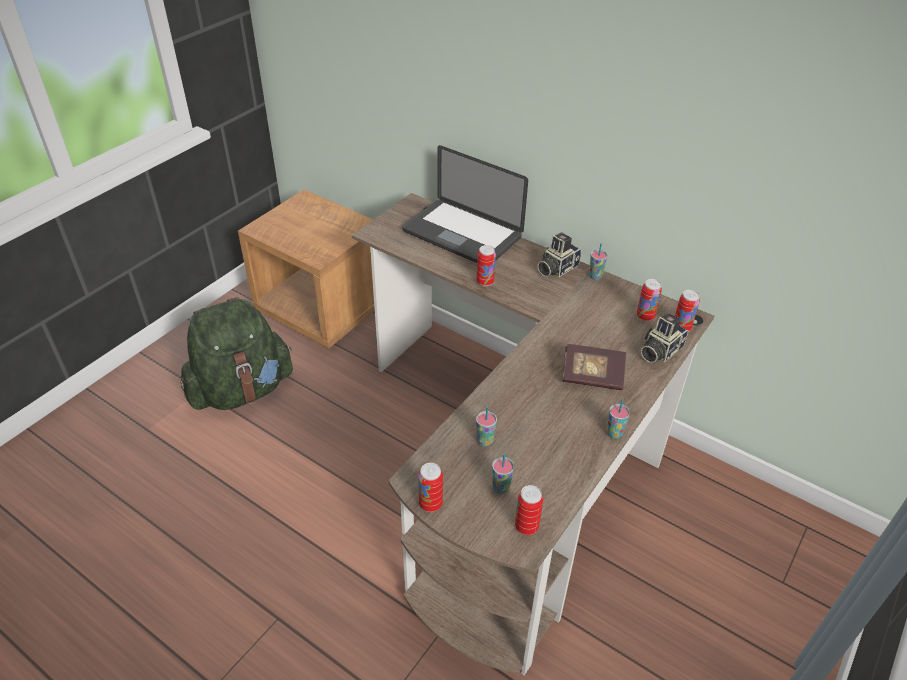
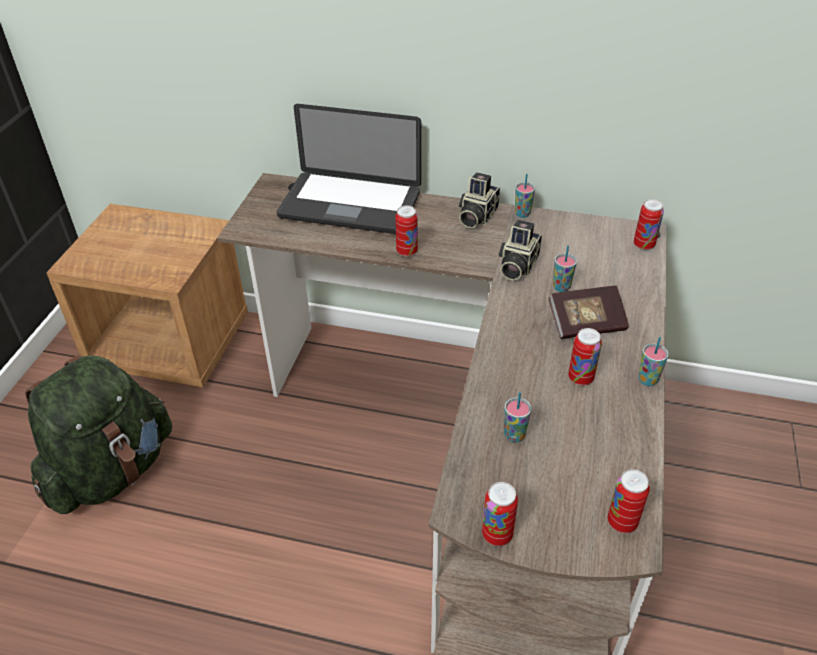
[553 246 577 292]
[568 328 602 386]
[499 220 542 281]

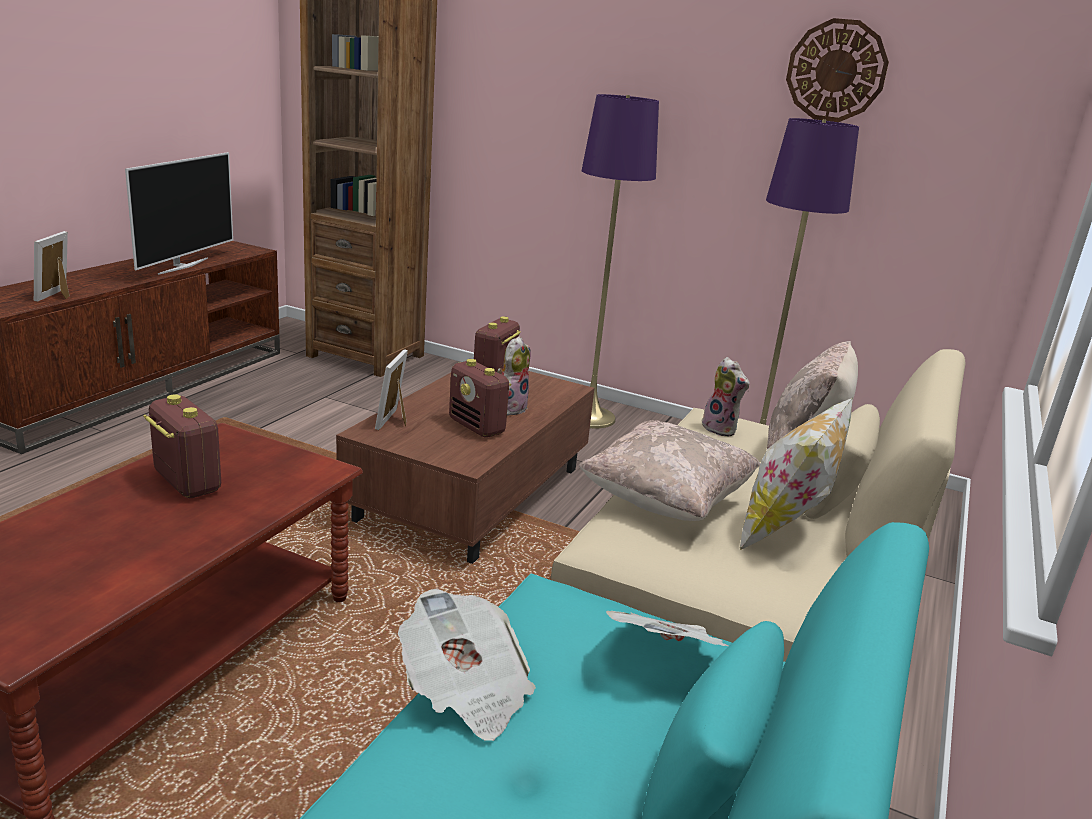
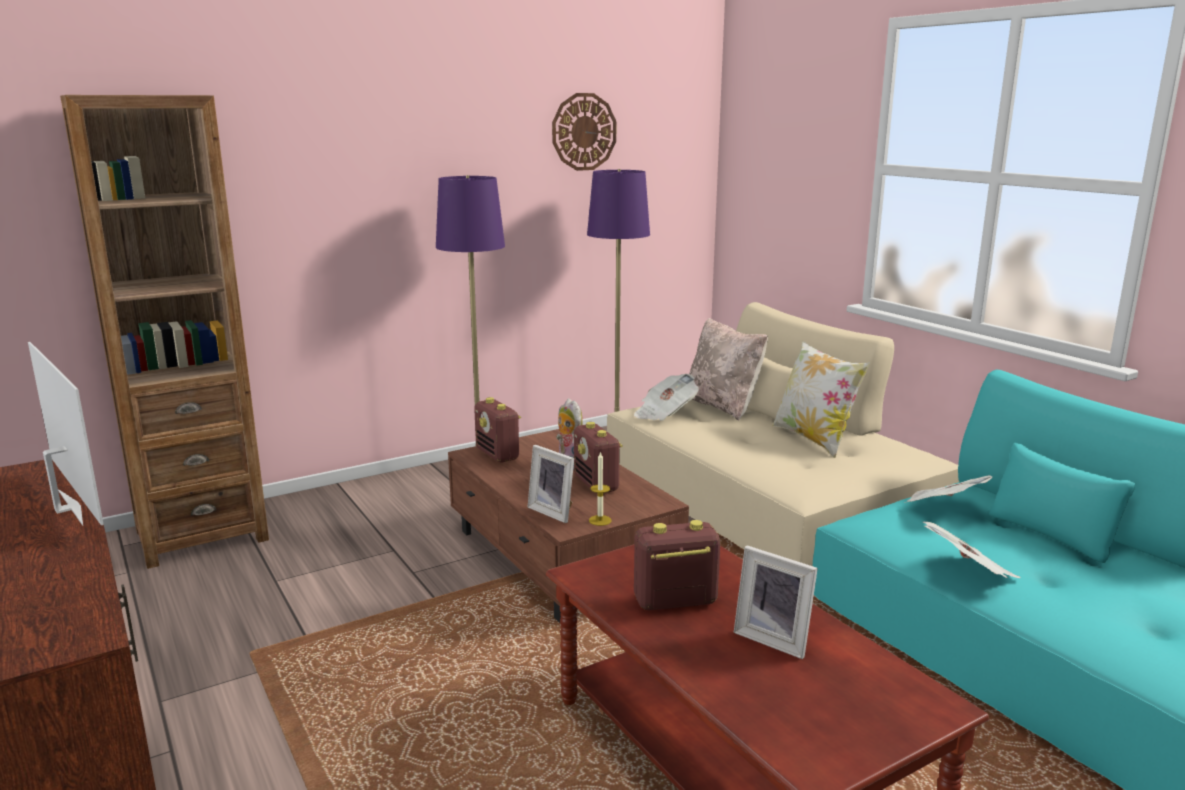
[734 545 818 659]
[574 422 623 493]
[578 420 760 521] (first image)
[634 374 699 421]
[589 451 612 526]

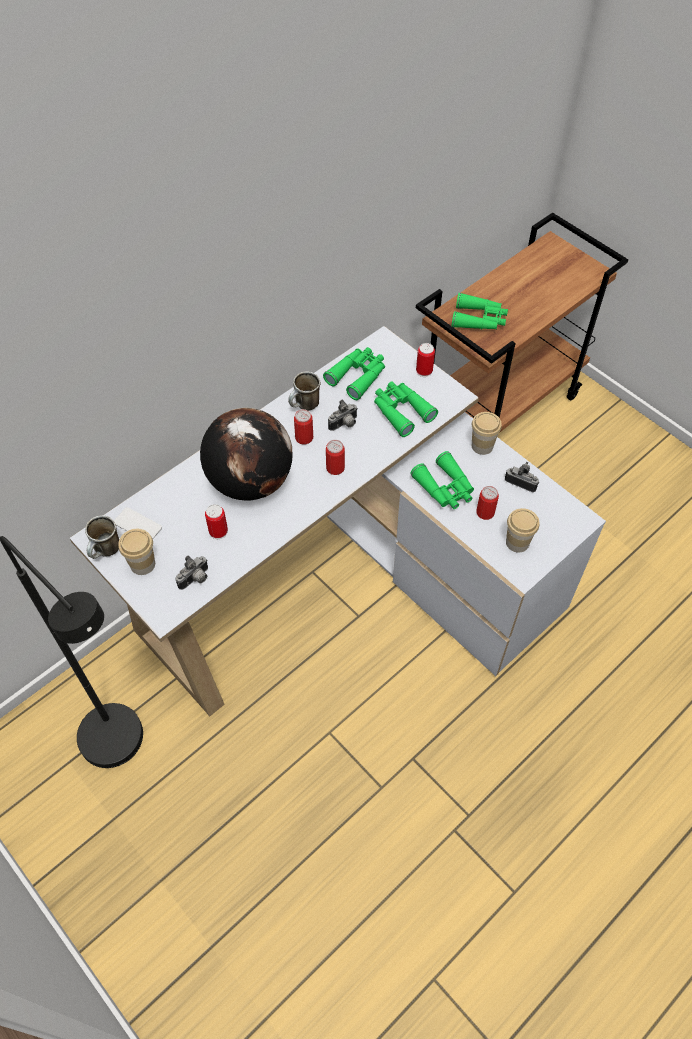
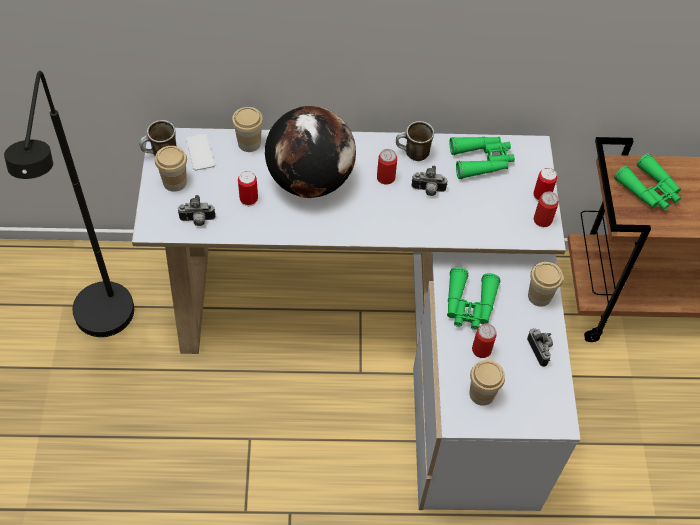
[534 191 559 227]
[374 381 438 437] (first image)
[232 107 263 152]

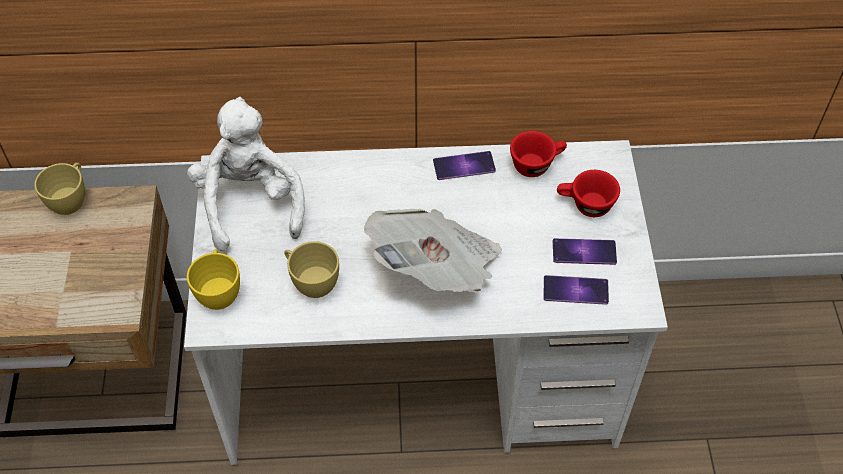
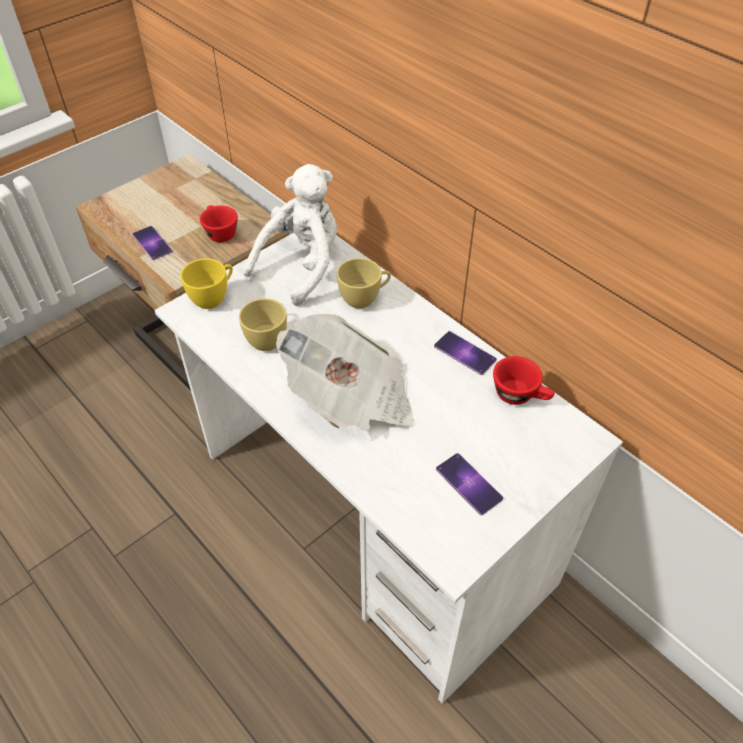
[337 258 391 309]
[132 226 173 260]
[200 205 238 242]

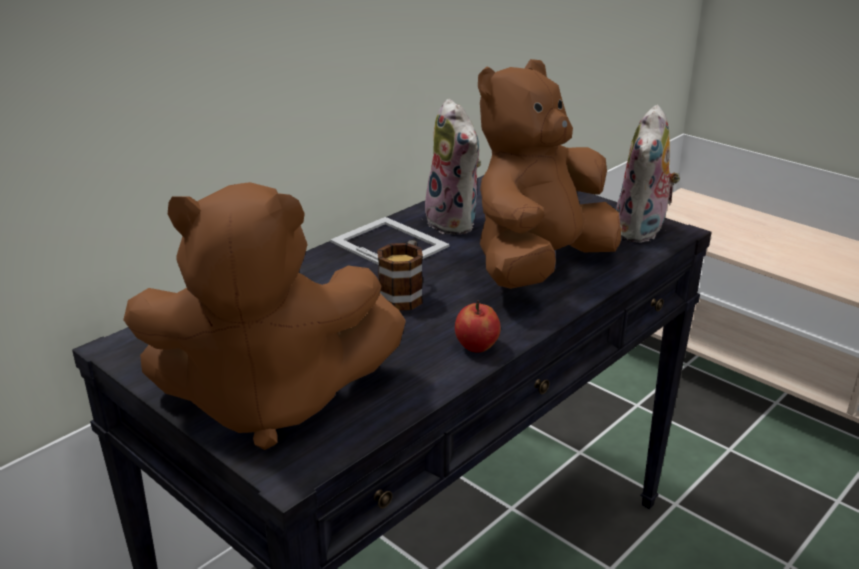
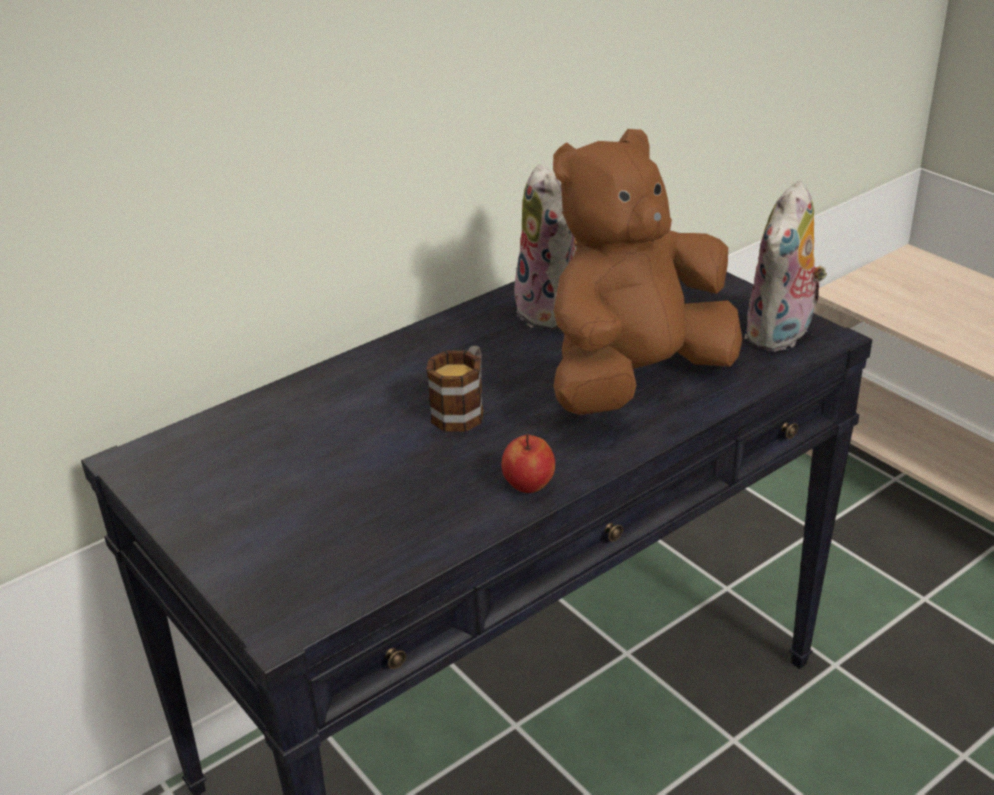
[123 182 406 450] (first image)
[330 217 449 265] (first image)

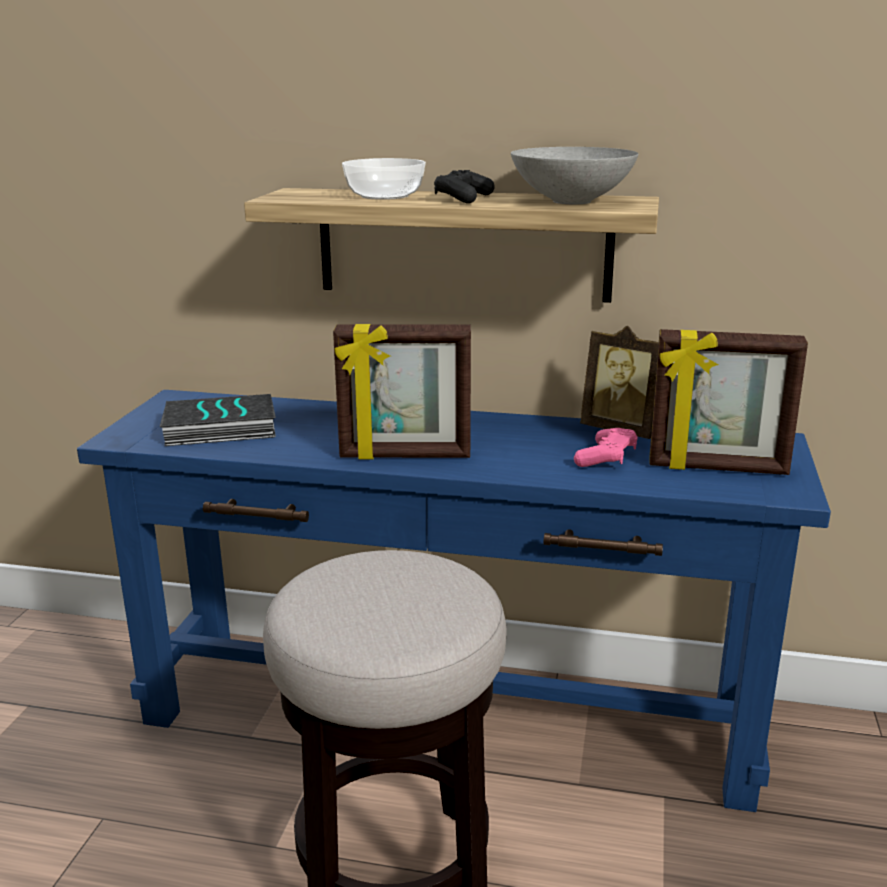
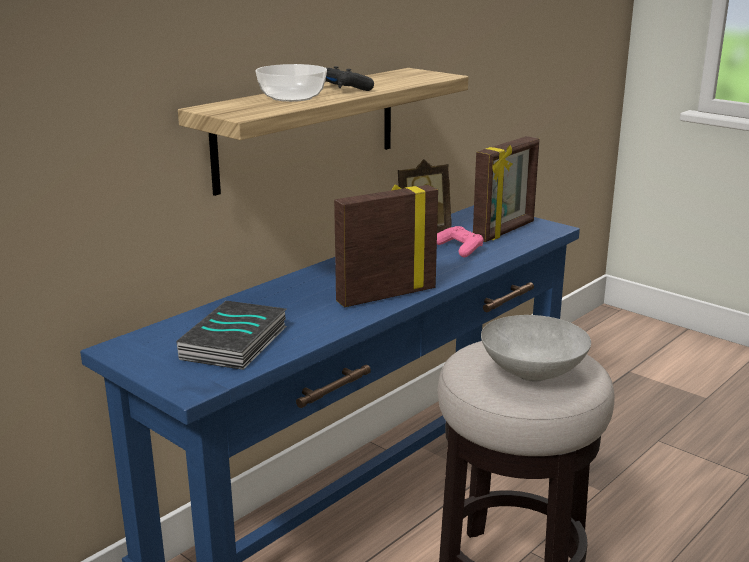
[334 184 438 307]
[481 315 591 382]

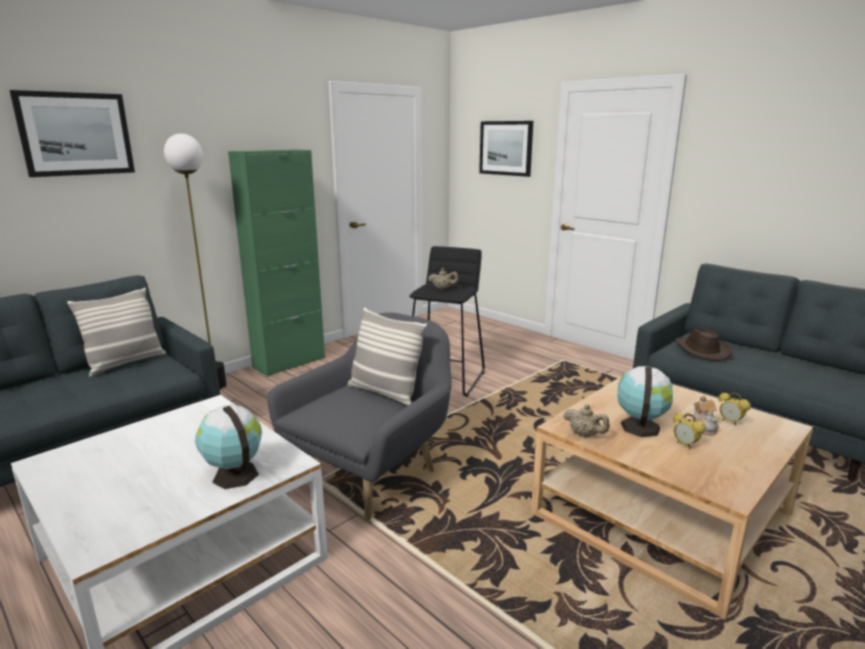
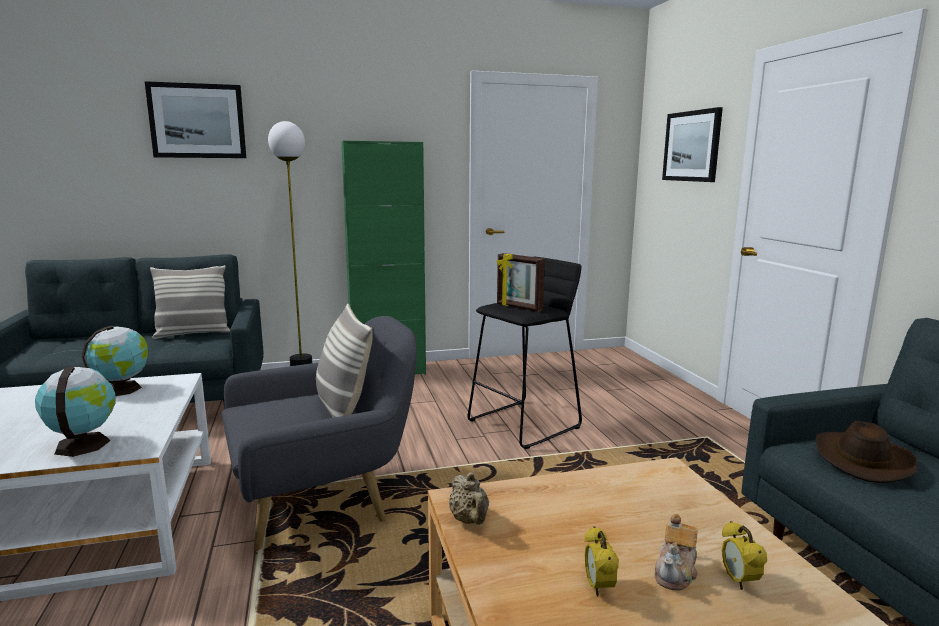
[497 253 545 312]
[81 325 148 396]

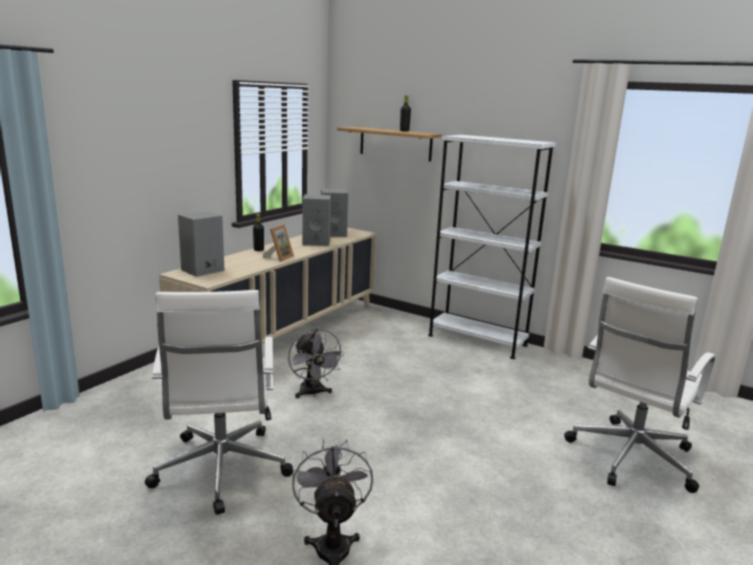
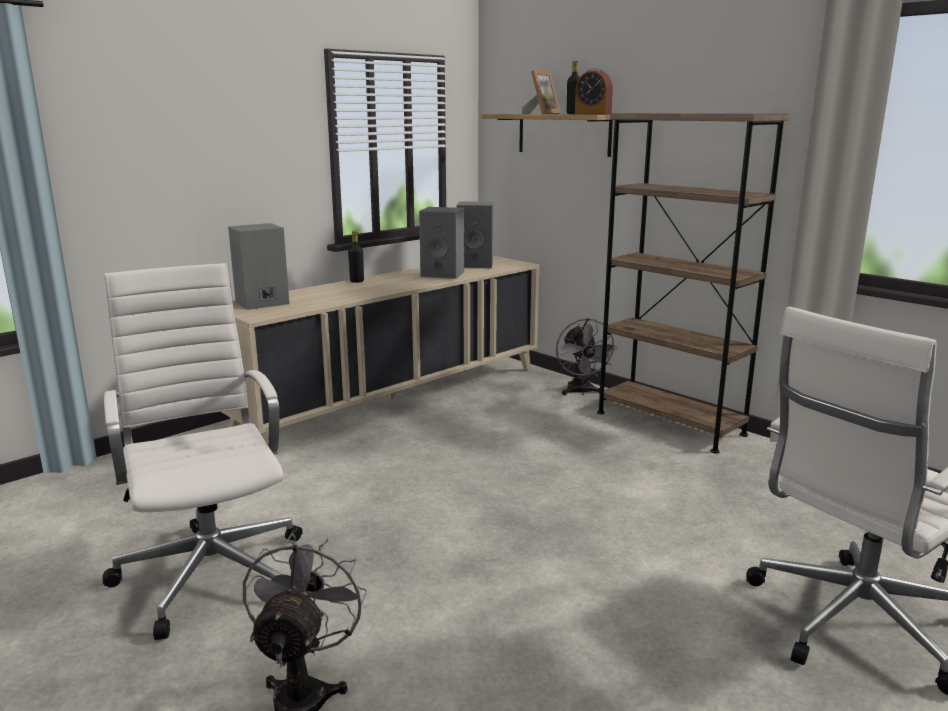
[103 263 302 640]
[522 70 560 114]
[556 318 617 395]
[597 113 789 454]
[575 68 613 115]

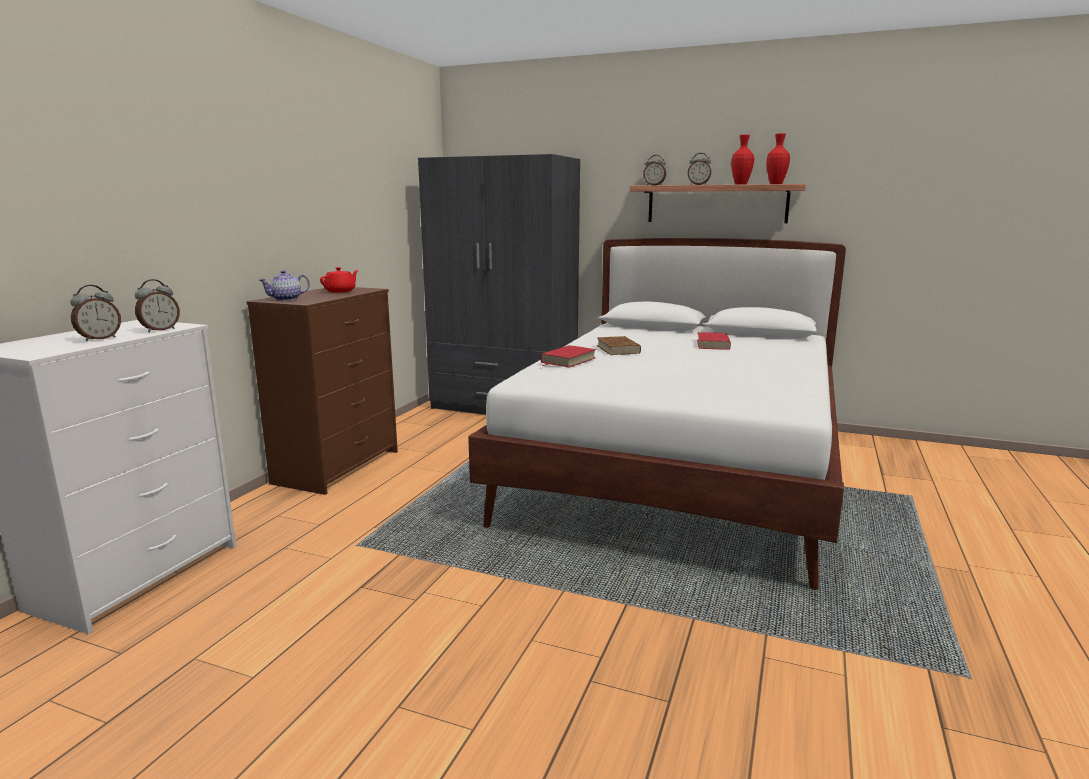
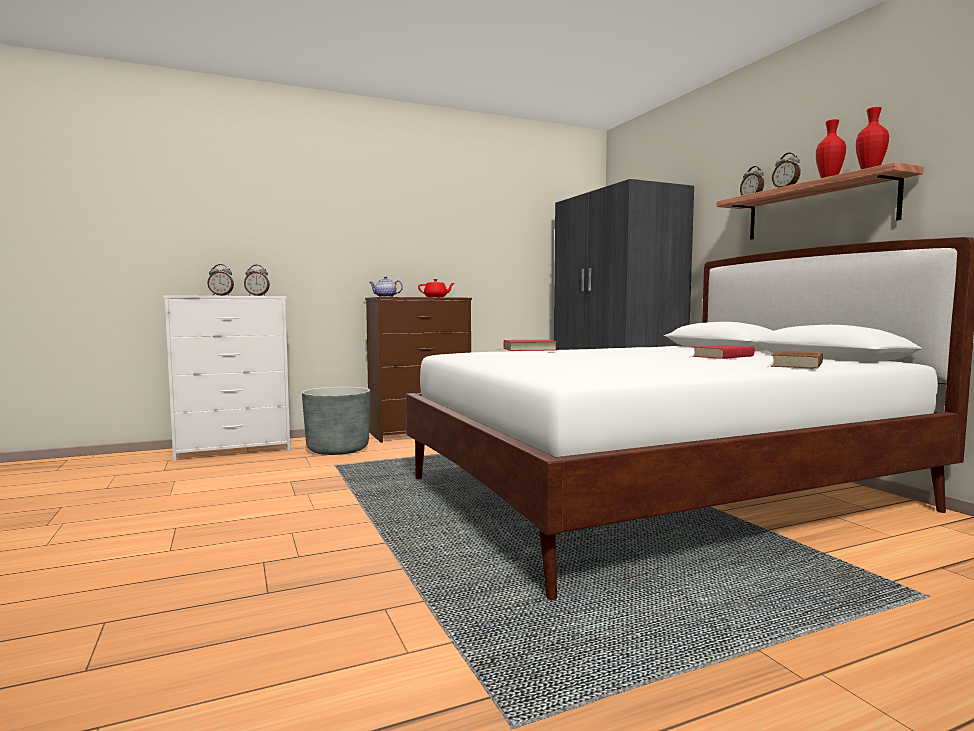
[771 351 823 369]
[302 386 370 455]

